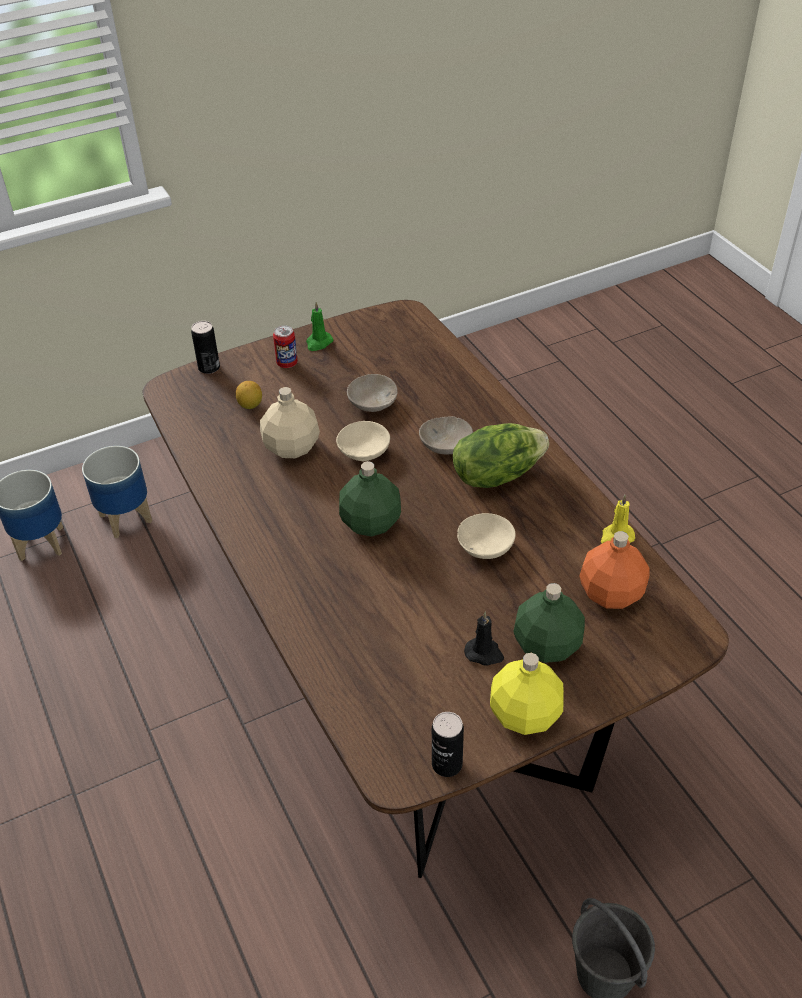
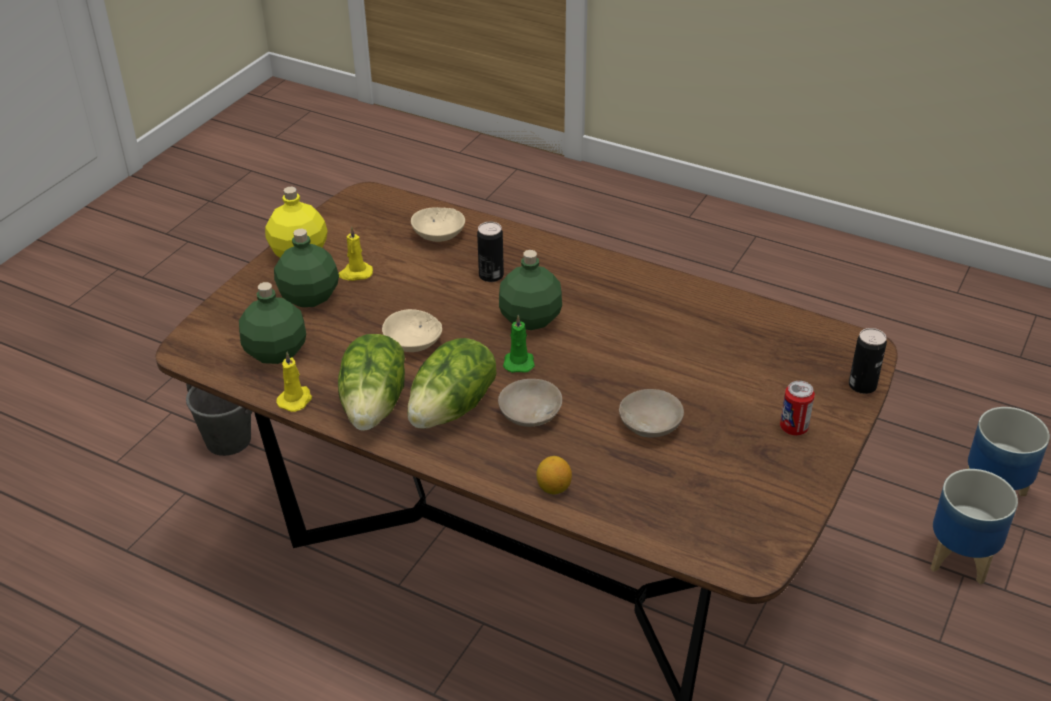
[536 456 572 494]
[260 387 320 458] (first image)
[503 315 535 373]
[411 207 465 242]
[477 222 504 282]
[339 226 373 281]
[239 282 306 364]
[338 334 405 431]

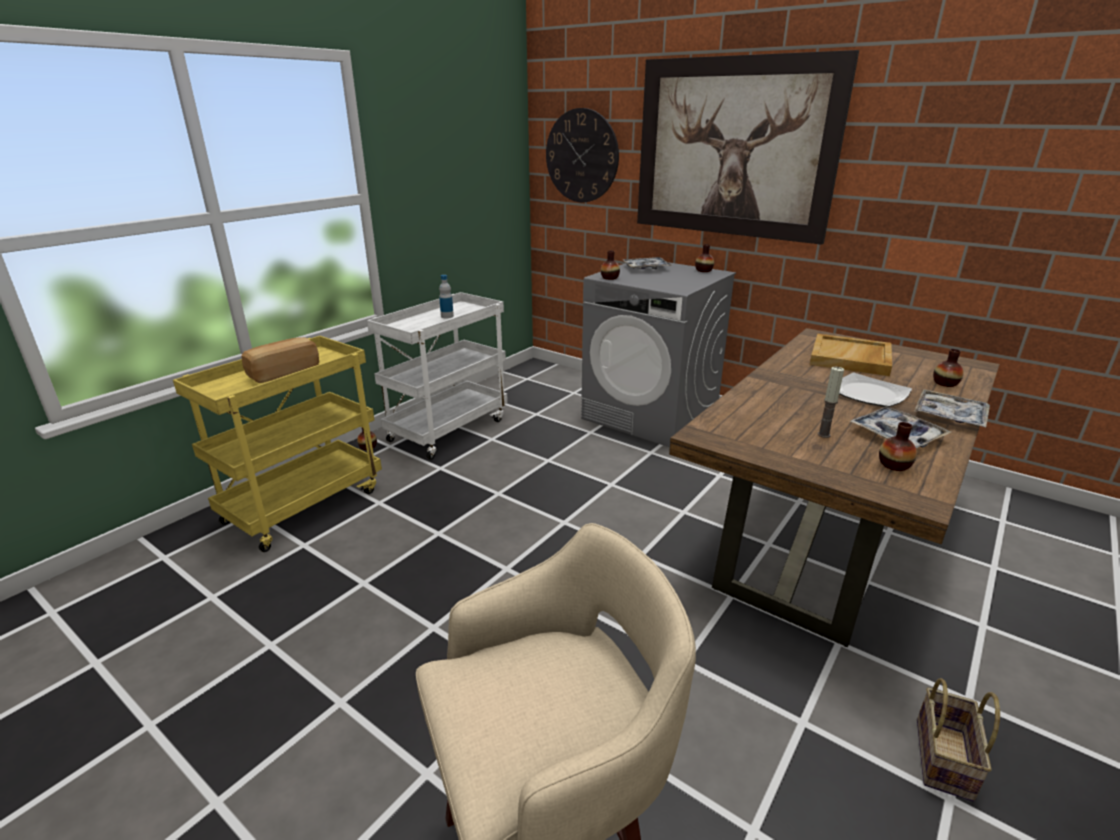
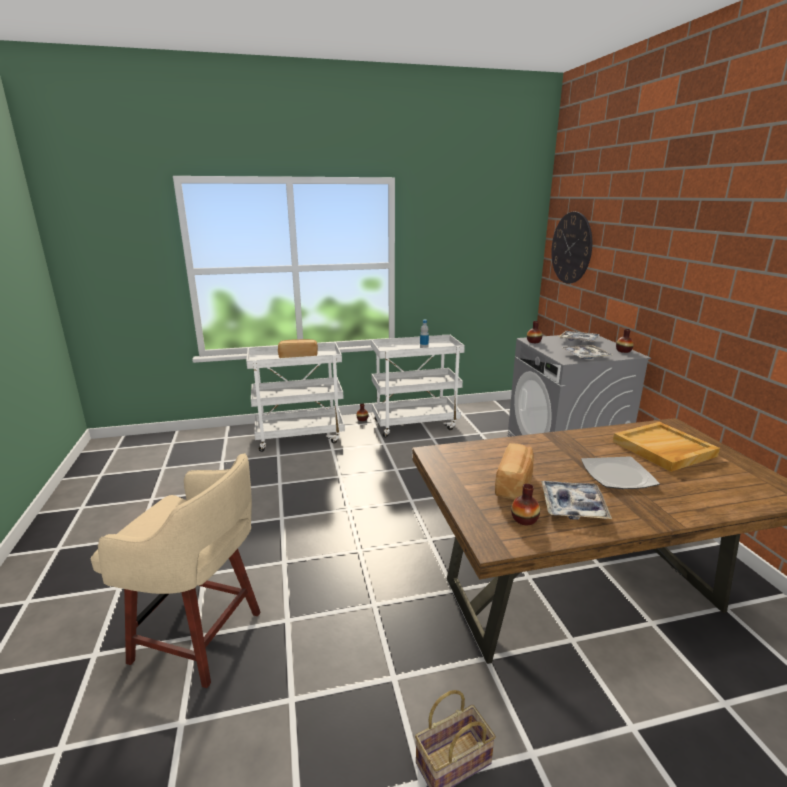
[246 342 345 452]
[637 50 859 245] (first image)
[495 443 534 499]
[562 345 613 359]
[933 349 964 387] (first image)

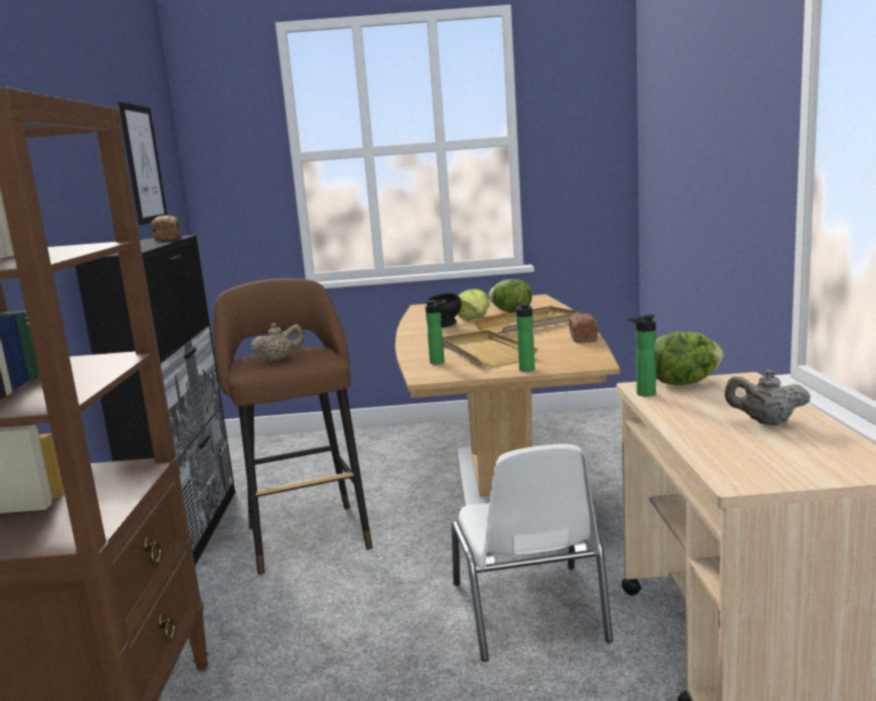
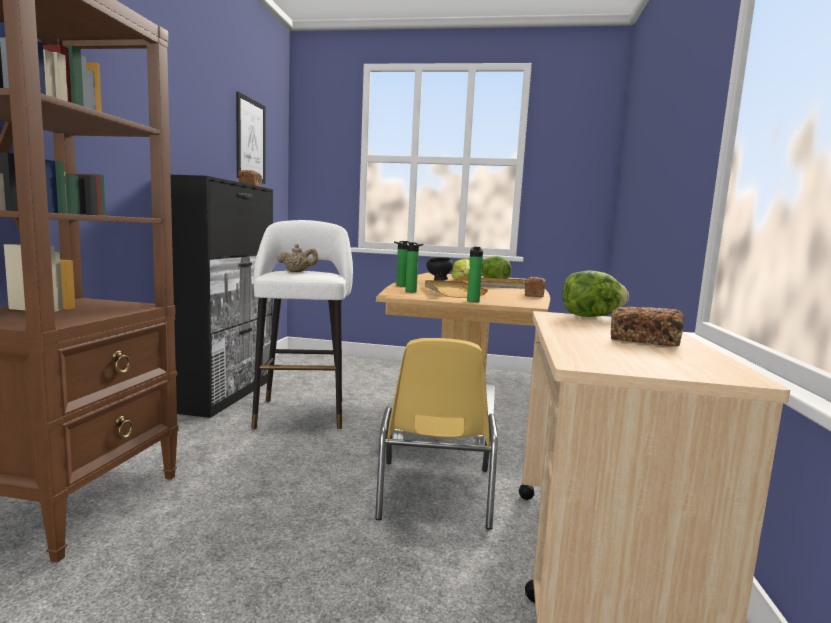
[251 220 353 429]
[375 338 498 530]
[394 241 409 287]
[611 307 684 346]

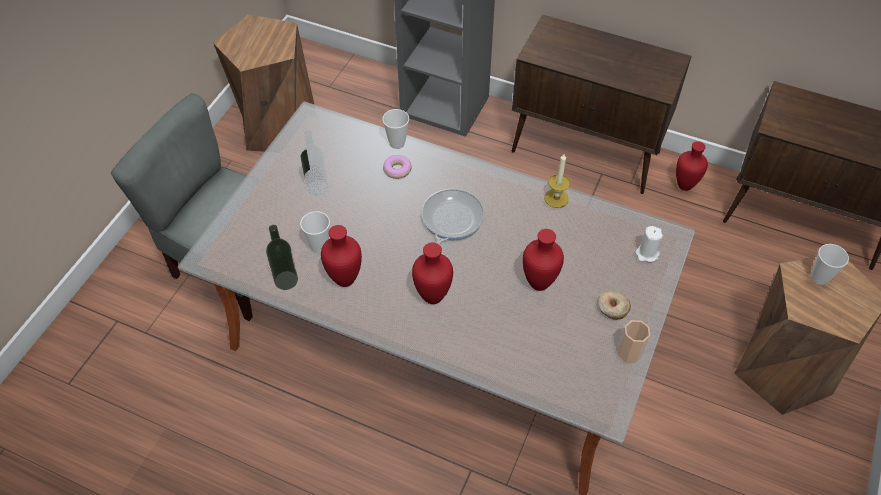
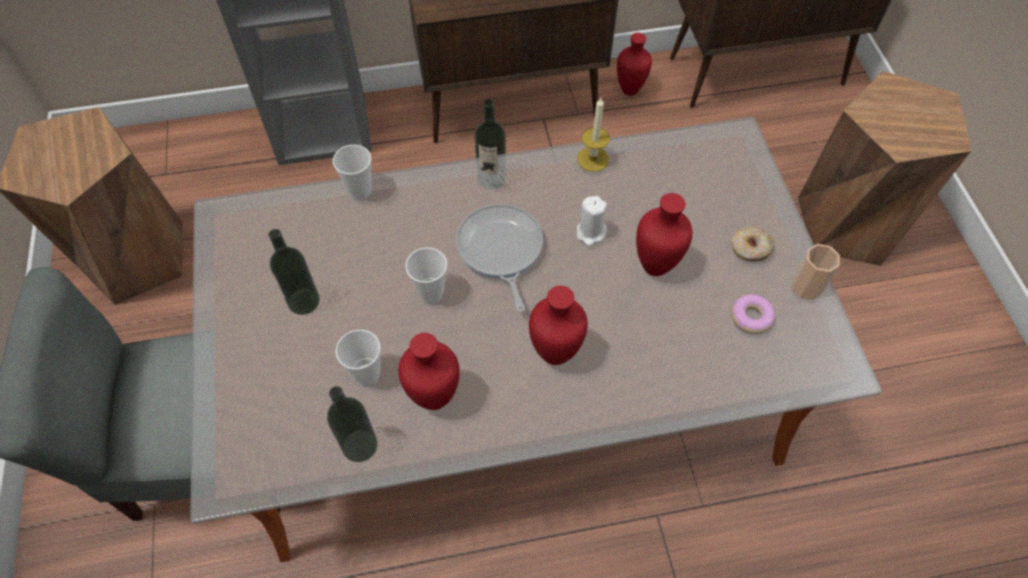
[731 294 775 334]
[576 196 607 246]
[405 247 447 304]
[474 99 506 190]

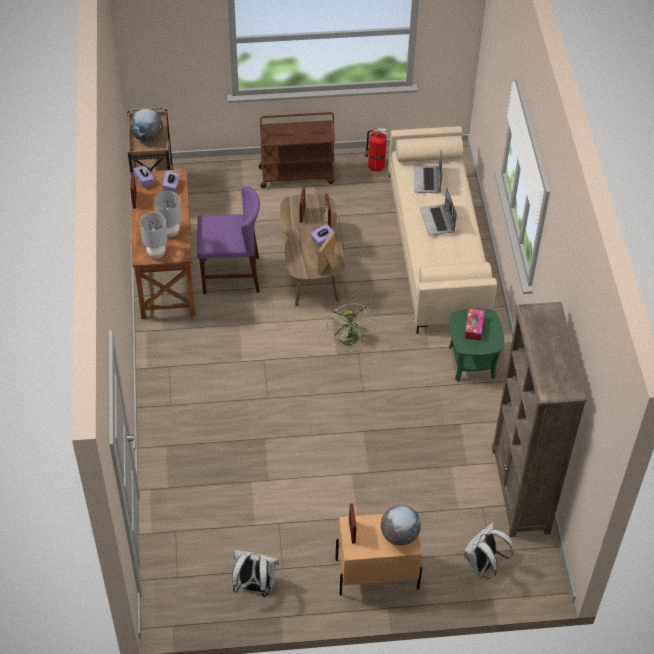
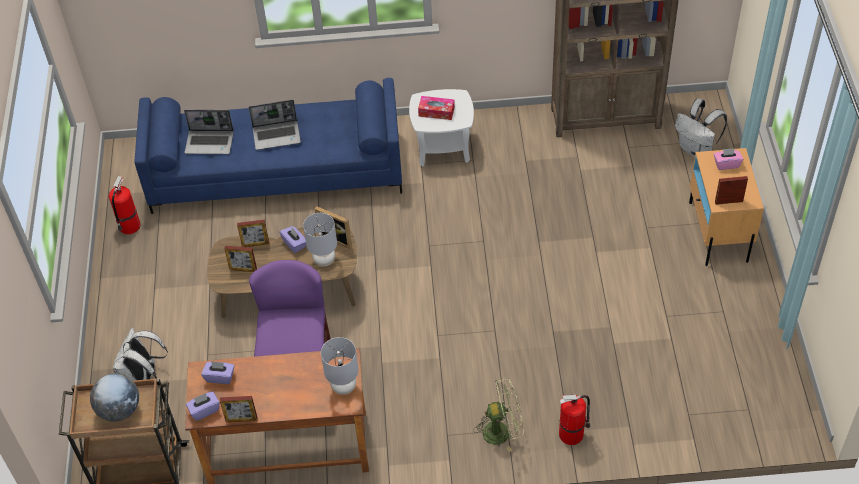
[303 213 337 266]
[113 328 168 381]
[259 112 335 188] (first image)
[473 379 524 452]
[714 148 743 170]
[134 78 402 214]
[409 89 474 166]
[559 394 590 445]

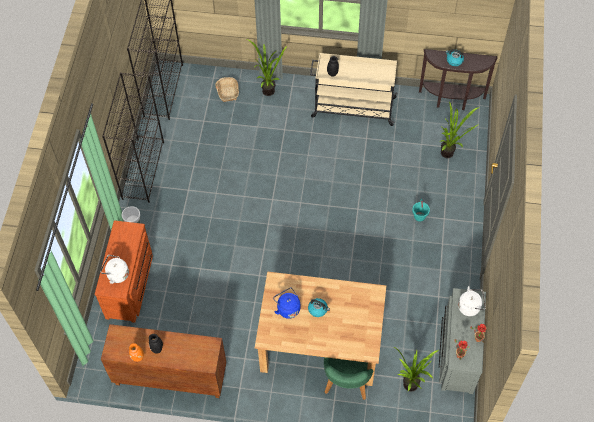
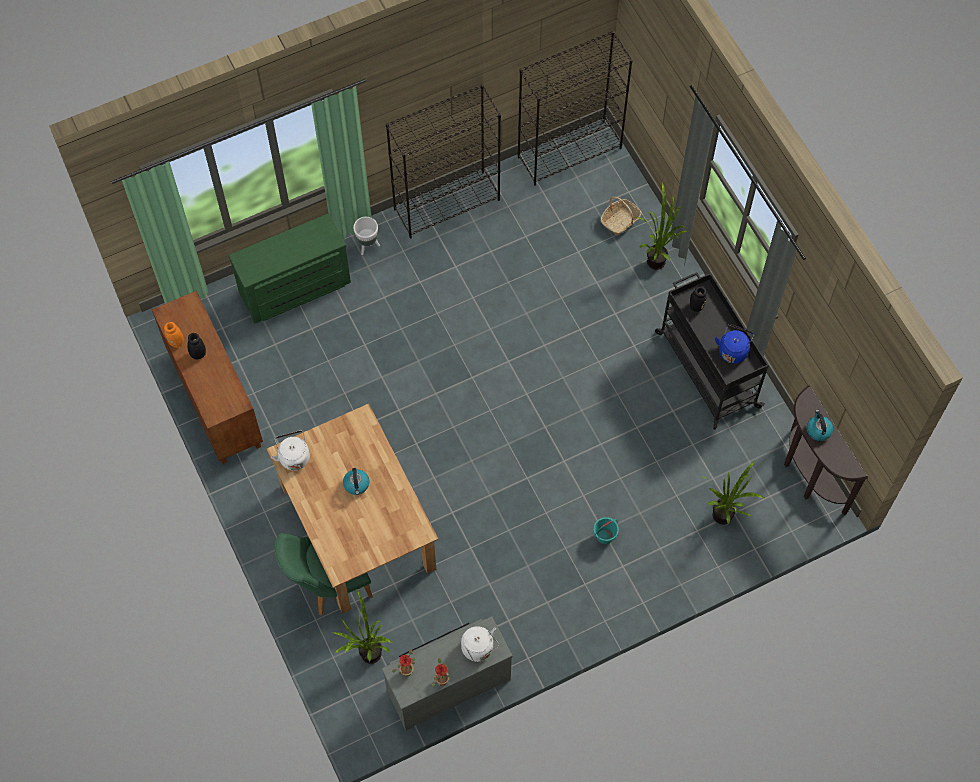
[228 213 351 324]
[271 431 310 471]
[715 324 755 364]
[655 272 769 430]

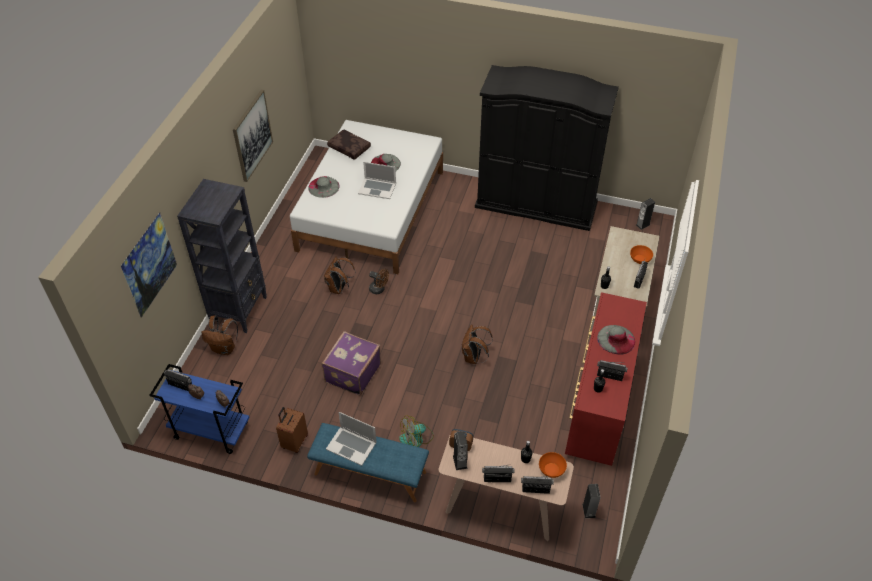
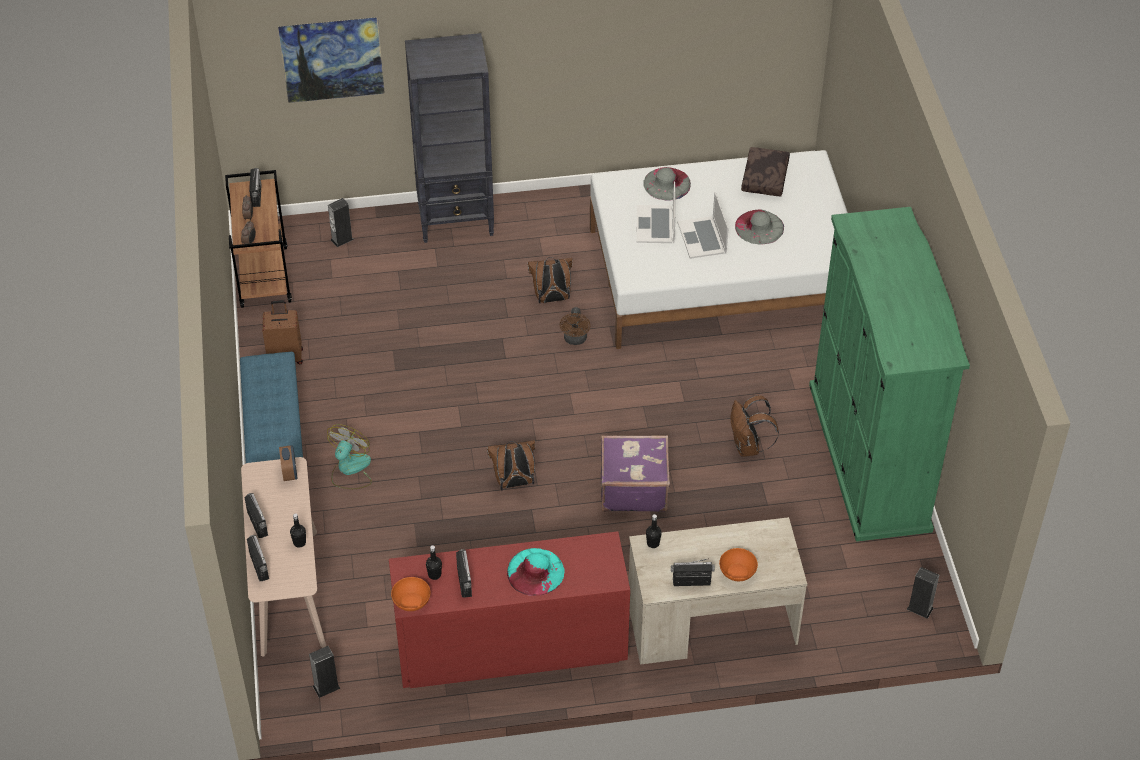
[225 170 292 308]
[730 395 779 457]
[233 90 273 182] (first image)
[601 435 670 512]
[637 181 676 243]
[327 424 372 489]
[328 198 354 247]
[809 207 970 542]
[391 577 431 611]
[507 548 565 596]

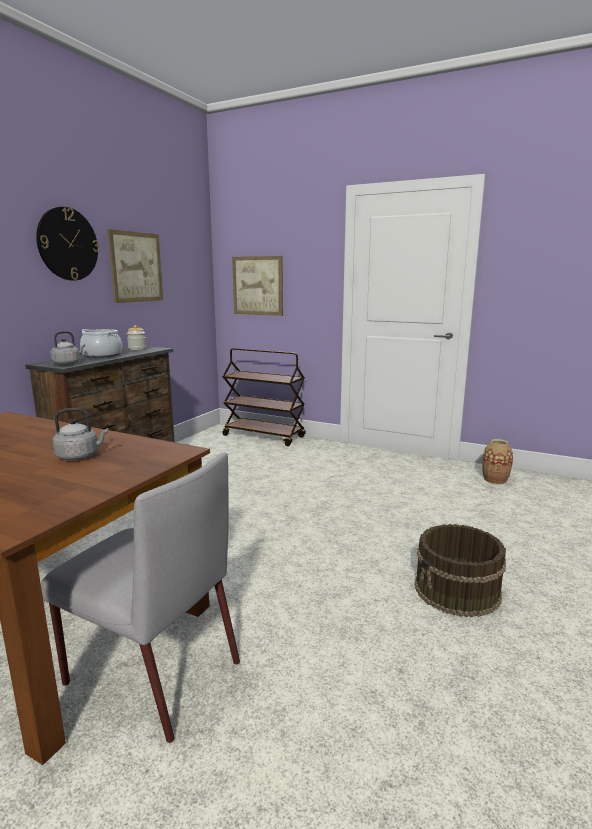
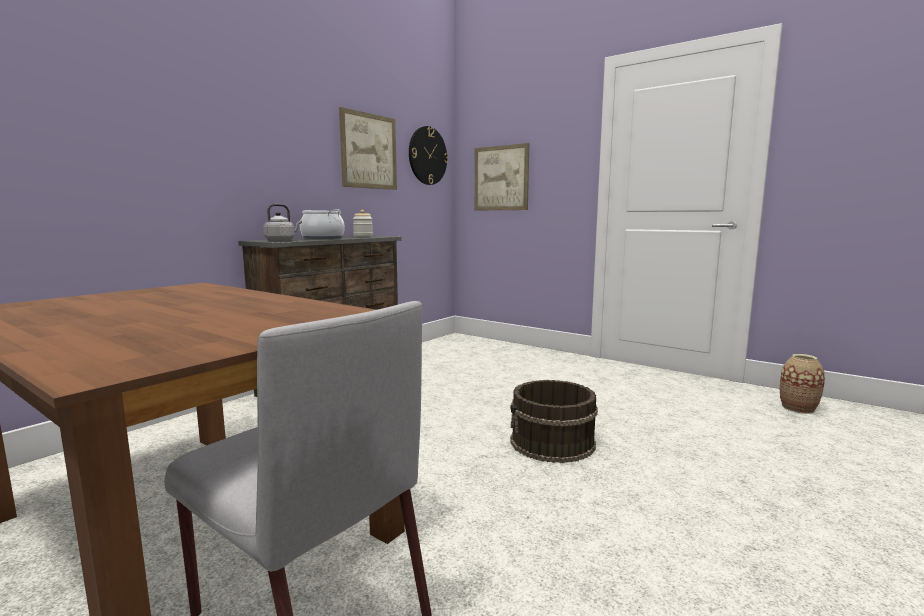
[409 126 448 185]
[52 408 108 460] (first image)
[222 348 306 446] (first image)
[510 380 598 463]

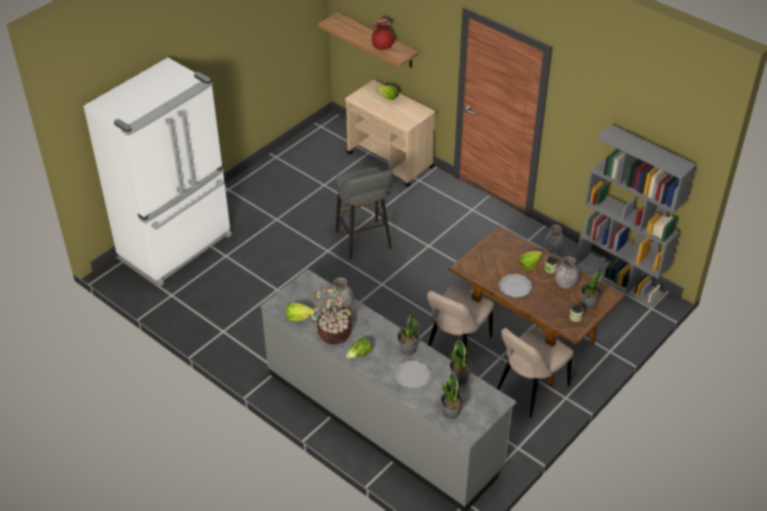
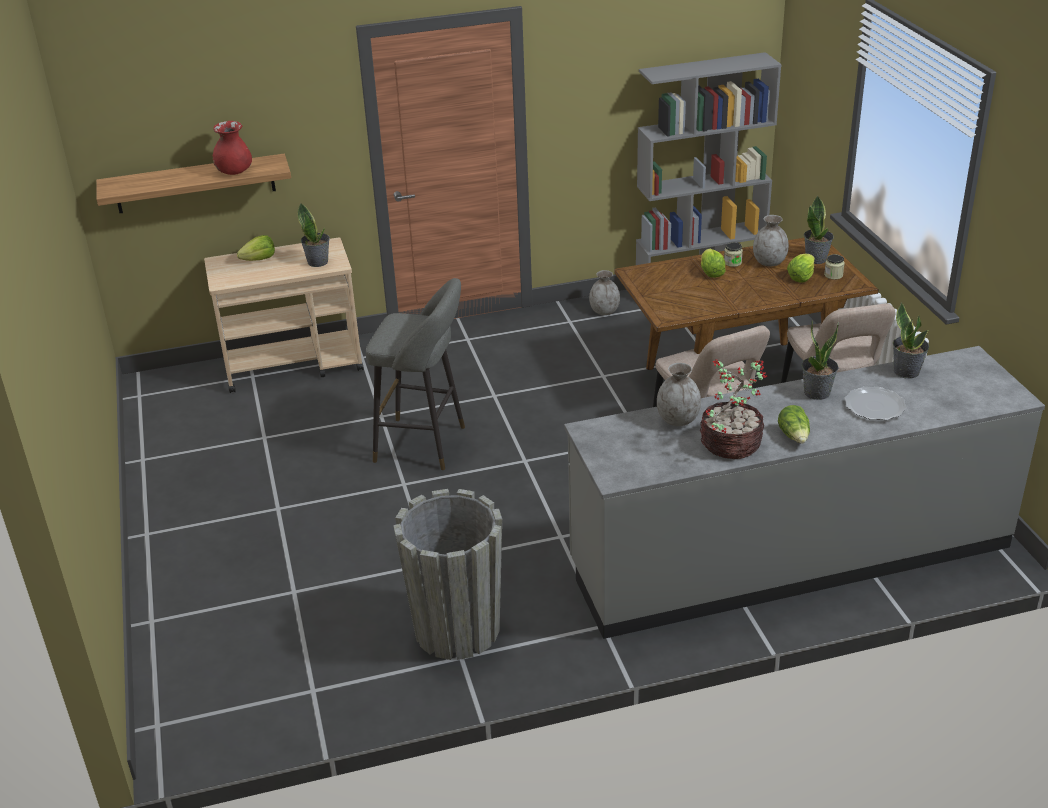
[84 57 232 287] (first image)
[787 254 815 283]
[297 202 330 267]
[499 274 532 298] (first image)
[393 489 502 660]

